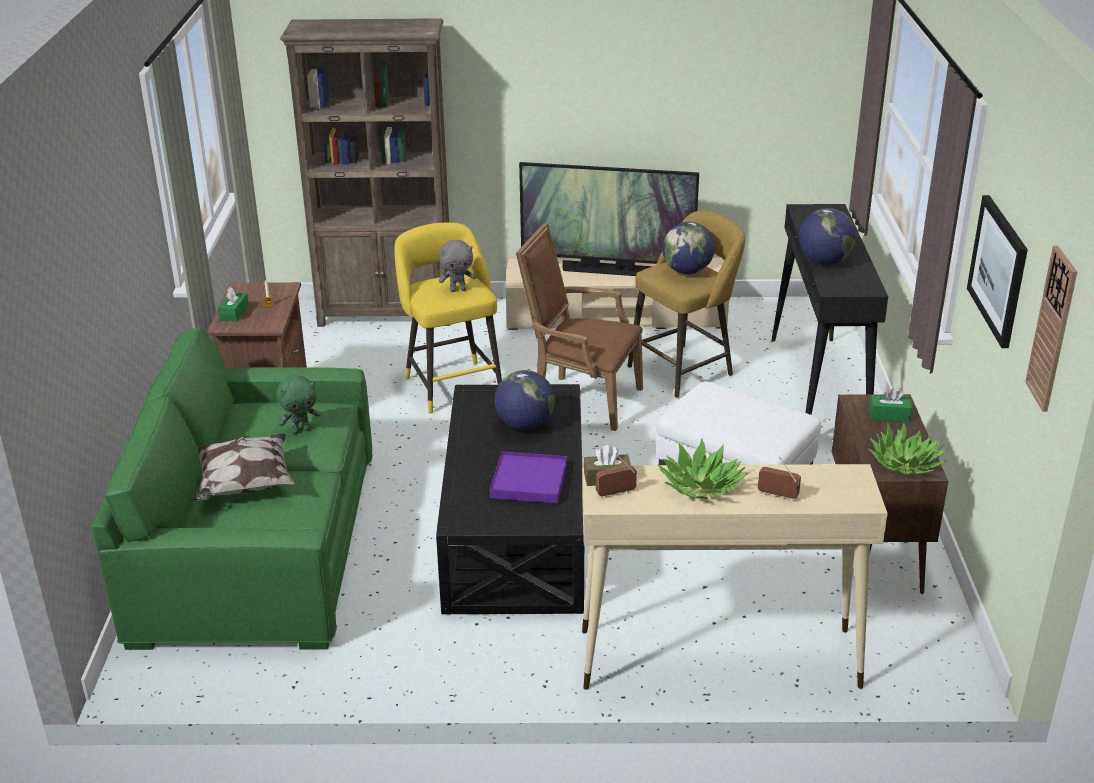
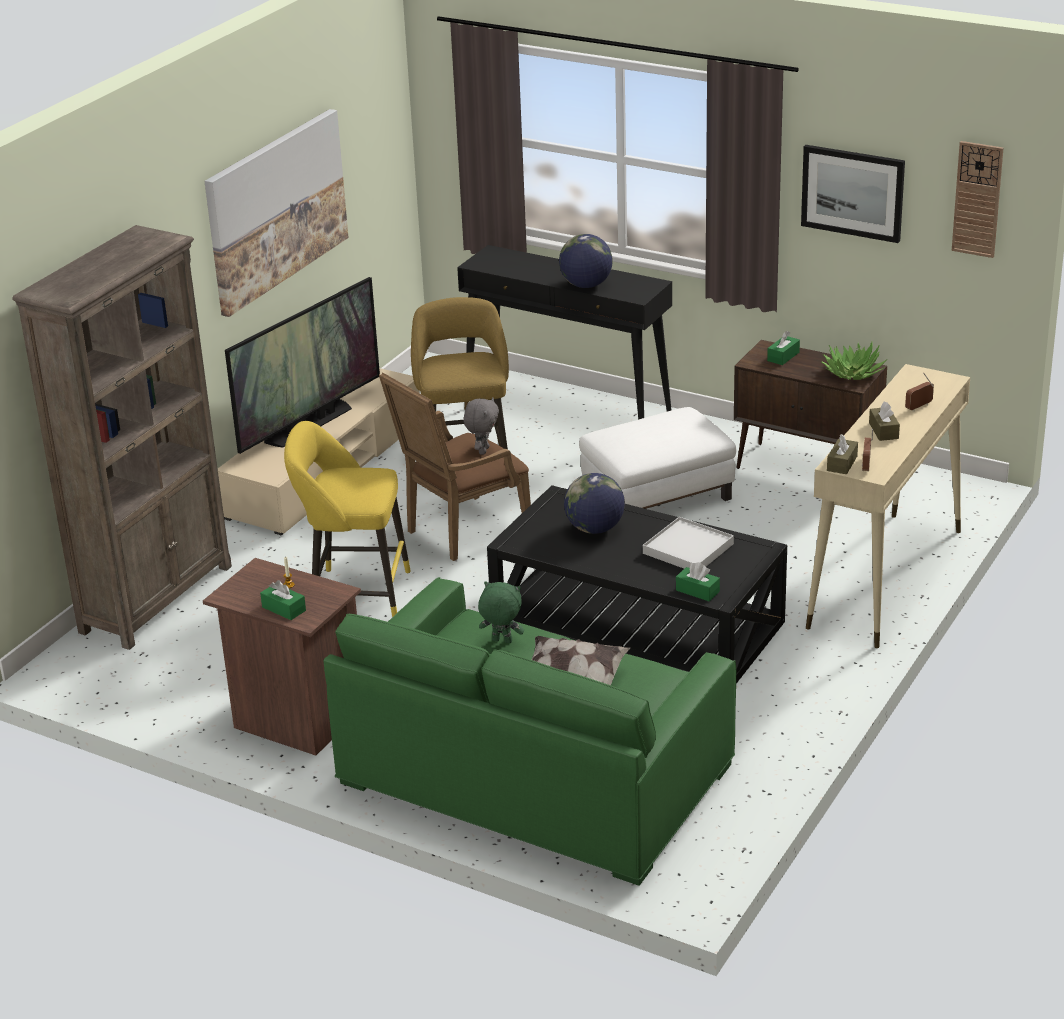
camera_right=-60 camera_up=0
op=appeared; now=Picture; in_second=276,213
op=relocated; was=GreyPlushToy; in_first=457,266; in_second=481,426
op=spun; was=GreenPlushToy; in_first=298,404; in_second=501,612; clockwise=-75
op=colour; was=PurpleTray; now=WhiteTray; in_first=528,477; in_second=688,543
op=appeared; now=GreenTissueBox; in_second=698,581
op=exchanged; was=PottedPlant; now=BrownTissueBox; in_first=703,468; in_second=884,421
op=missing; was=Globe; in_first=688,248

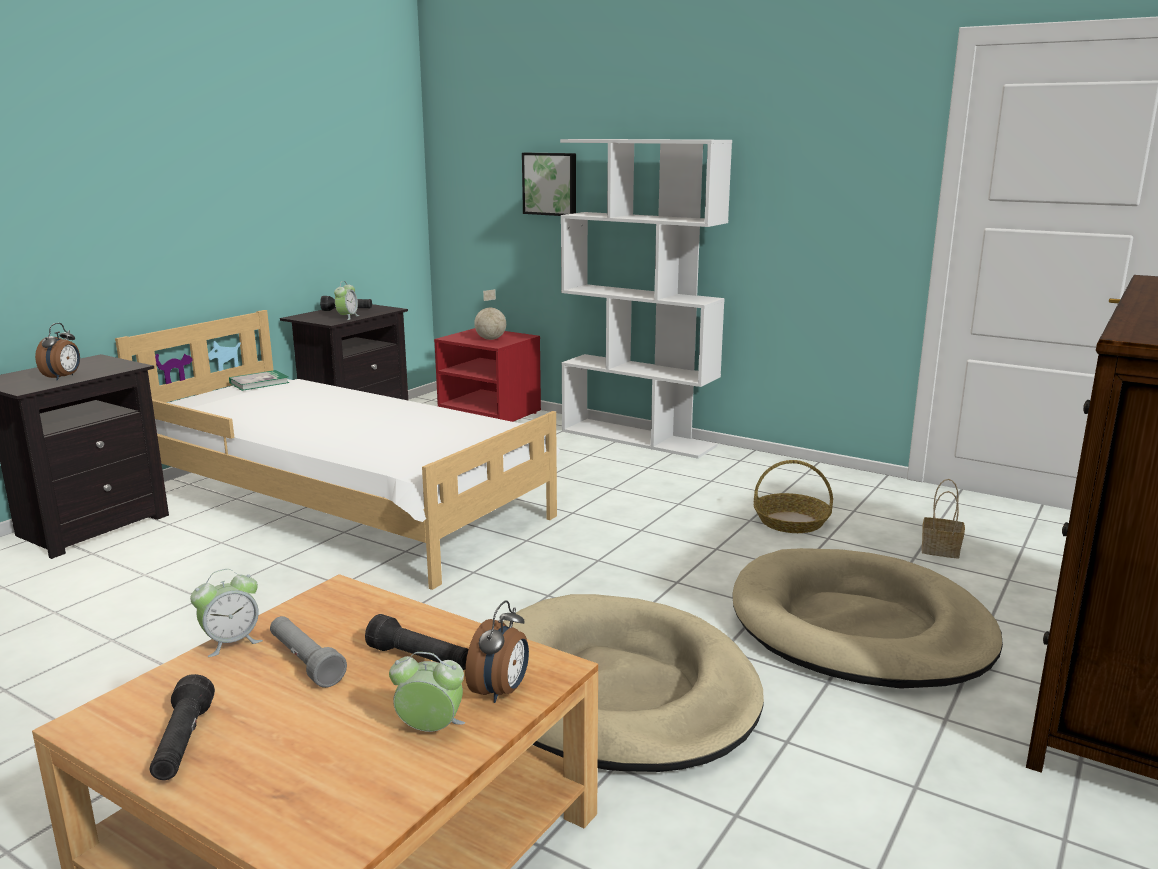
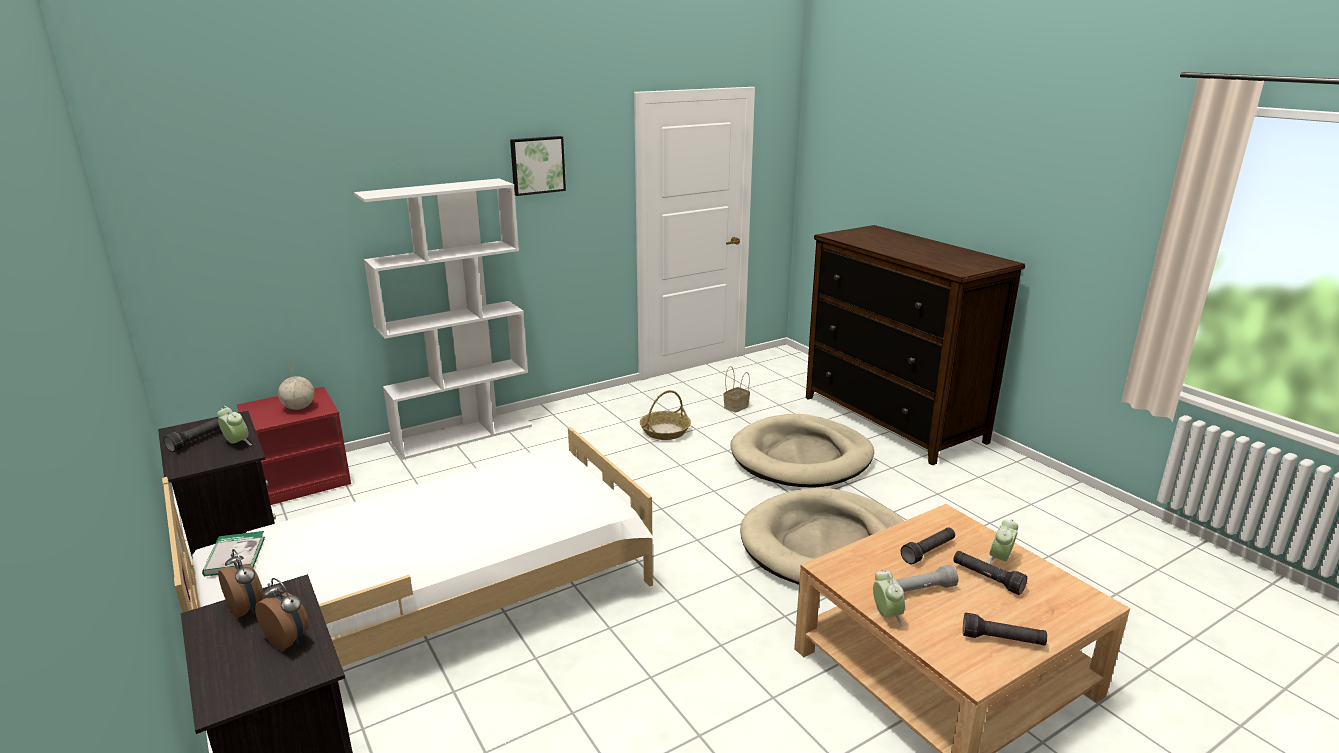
camera_right=-65 camera_up=5
op=relocated; was=AlarmClock; in_first=497,651; in_second=240,583
op=relocated; was=Picture; in_first=549,184; in_second=538,166
op=appeared; now=BlackFlashlight; in_second=990,573

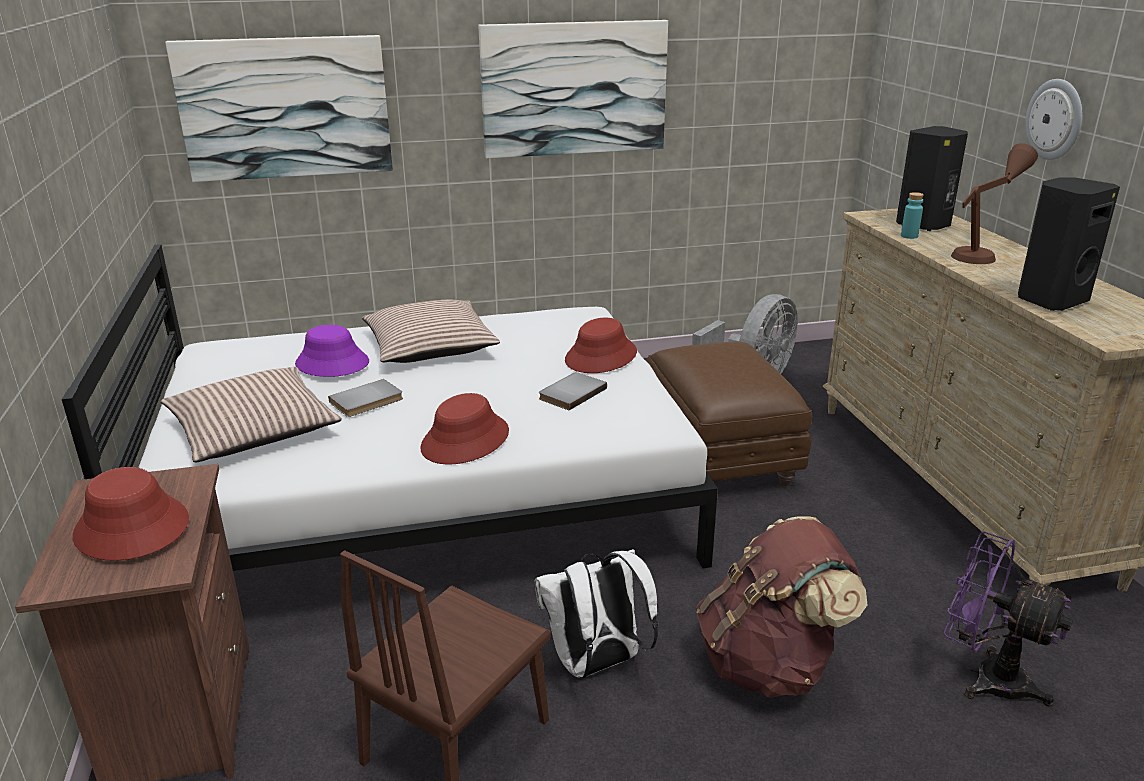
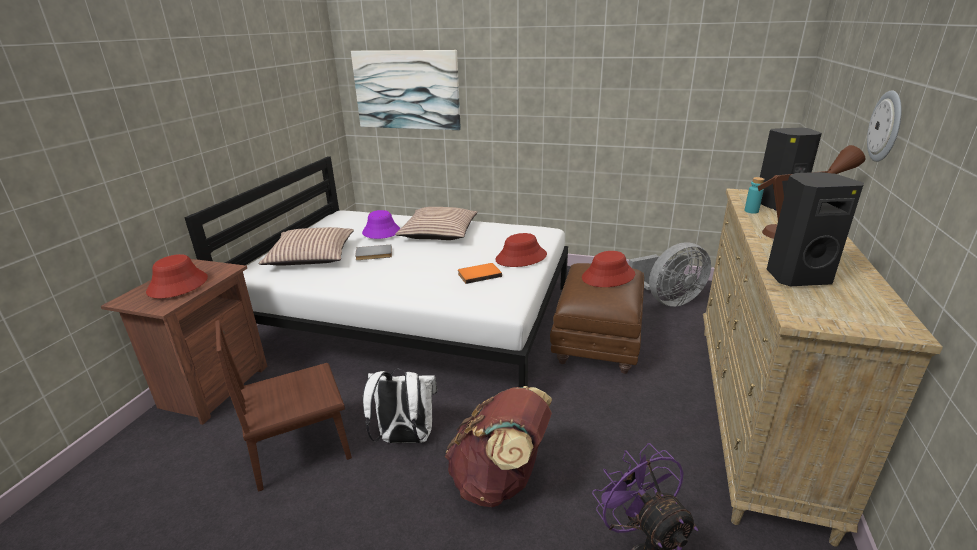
camera_right=30 camera_up=0
op=colour; was=GreyBook; now=OrangeBook; in_first=573,391; in_second=480,273
op=relocated; was=RedHat; in_first=464,429; in_second=608,269
op=missing; was=Picture; in_first=573,89

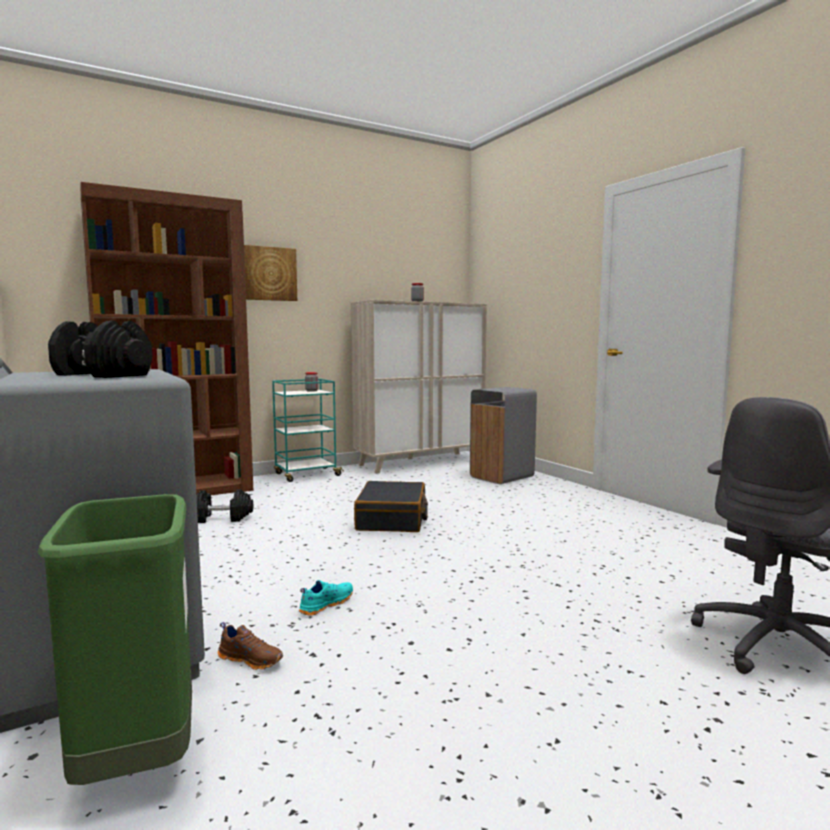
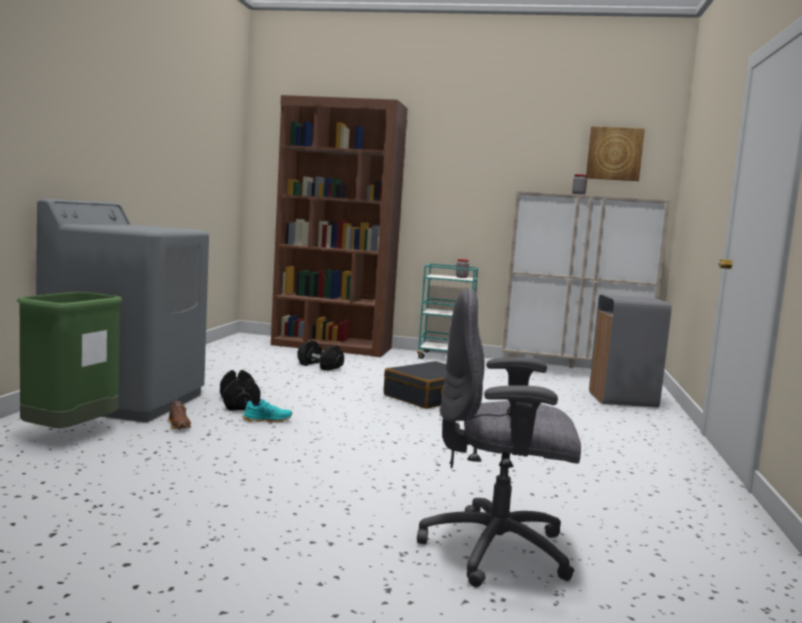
camera_right=40 camera_up=0
op=relocated; was=BlackDumbbell; in_first=100,349; in_second=240,390
op=relocated; was=Picture; in_first=270,273; in_second=615,153

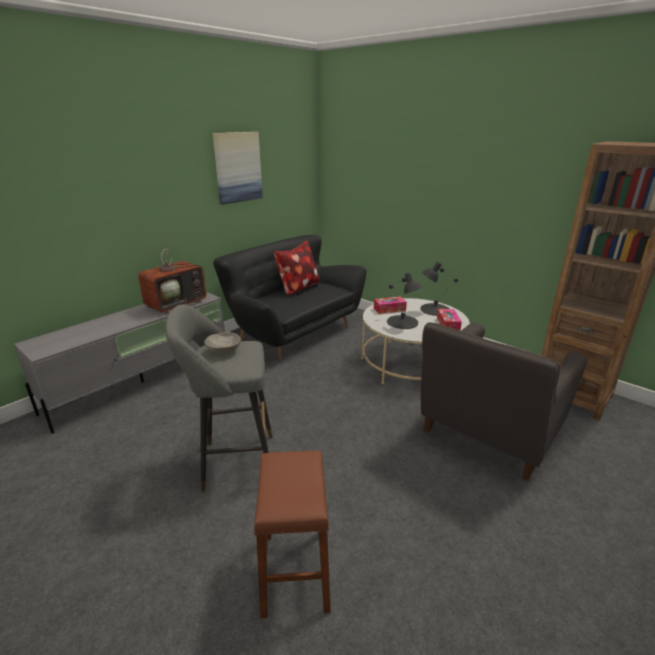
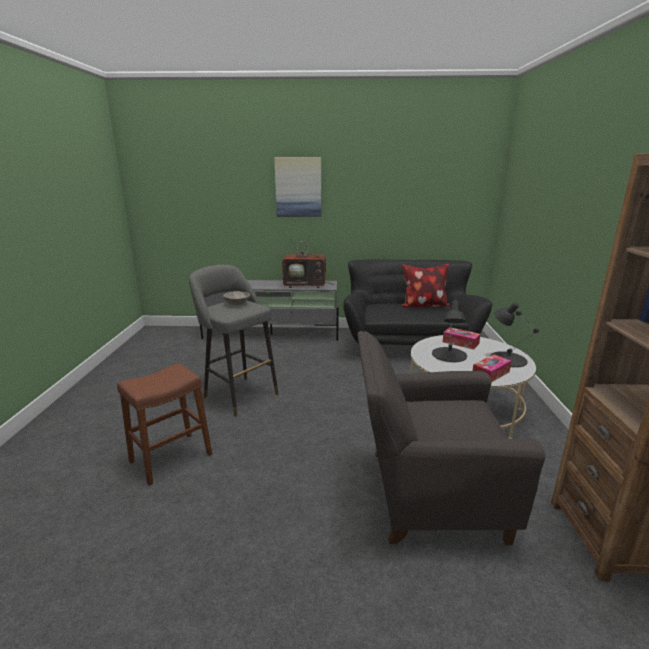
camera_right=50 camera_up=-5
op=relocated; was=Picture; in_first=238,168; in_second=297,187

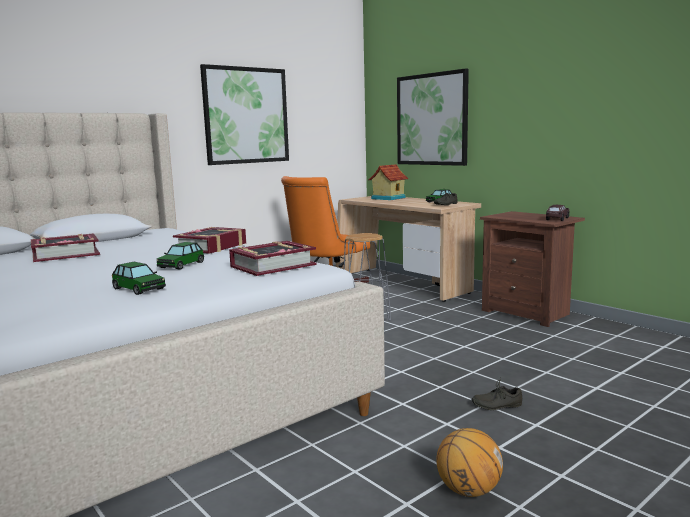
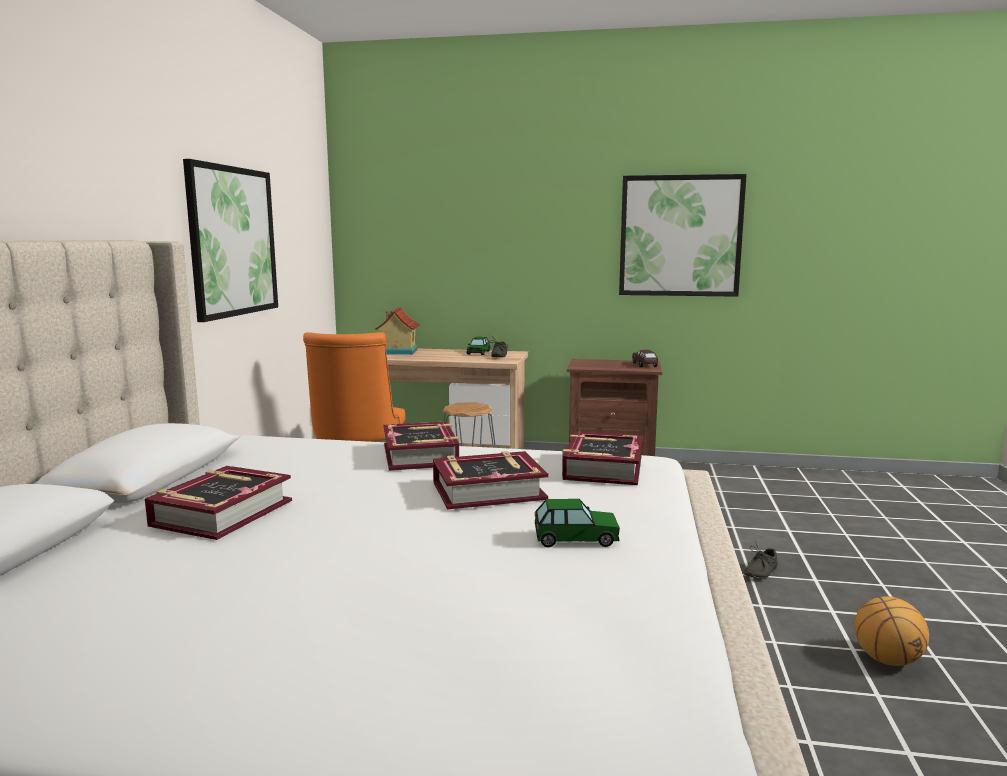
camera_right=-40 camera_up=0
op=exchanged; was=ToyCar; now=Book; in_first=180,256; in_second=491,480
op=relocated; was=Picture; in_first=433,117; in_second=683,235

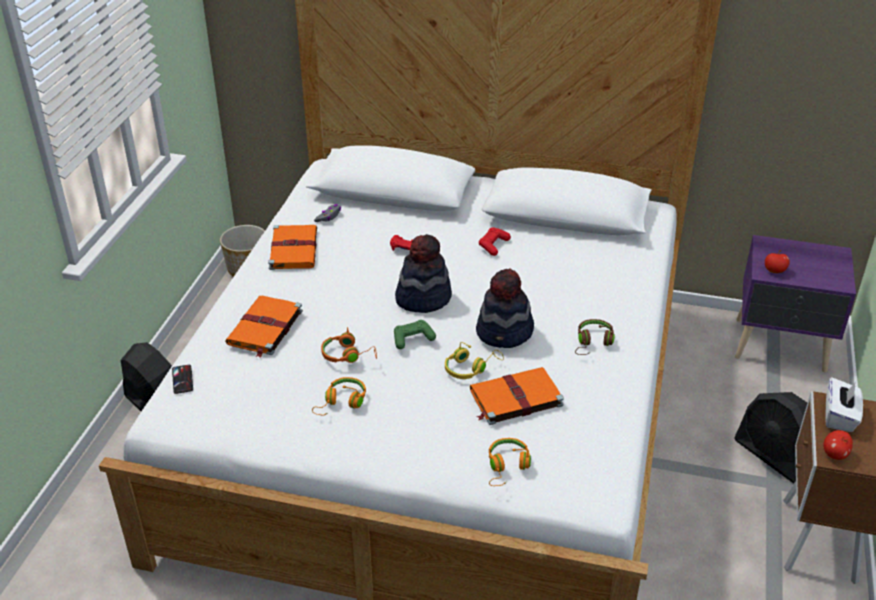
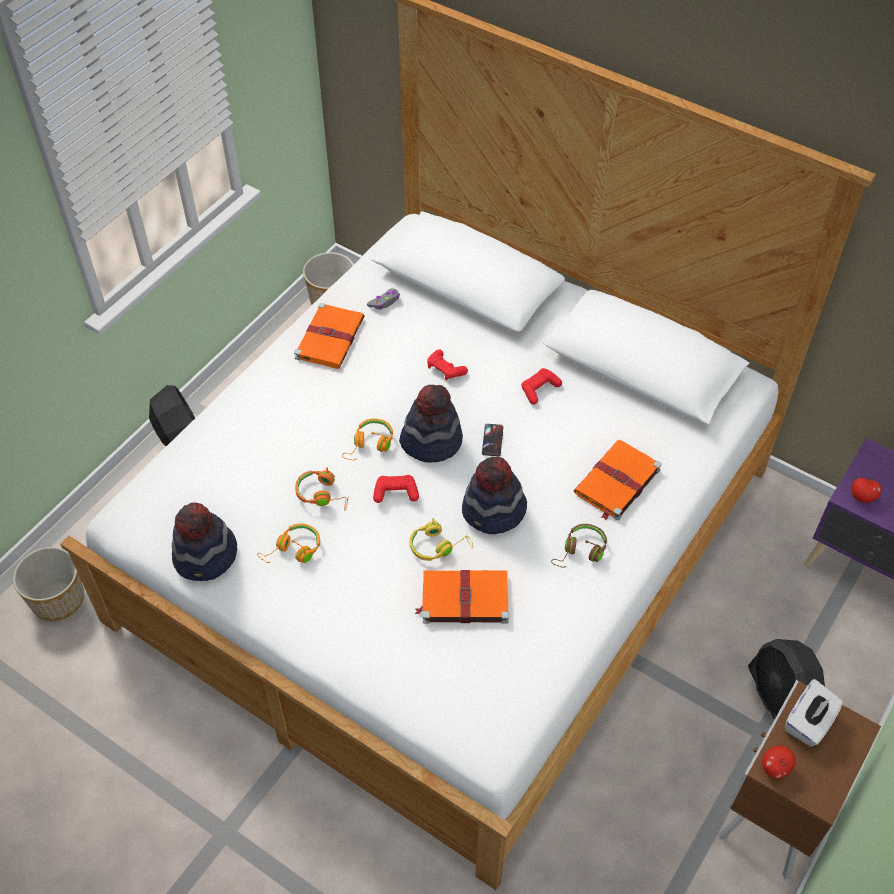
camera_right=20 camera_up=15
op=appeared; now=Planter; in_second=48,584
op=appeared; now=Hat; in_second=204,541
op=relocated; was=OrangeHeadphones; in_first=510,462; in_second=367,439
op=colour; was=GreenGameController; now=RedGameController; in_first=415,334; in_second=396,489
op=relocated; was=Phone; in_first=182,379; in_second=492,440
op=relocated; was=OrangeBook; in_first=264,327; in_second=618,480

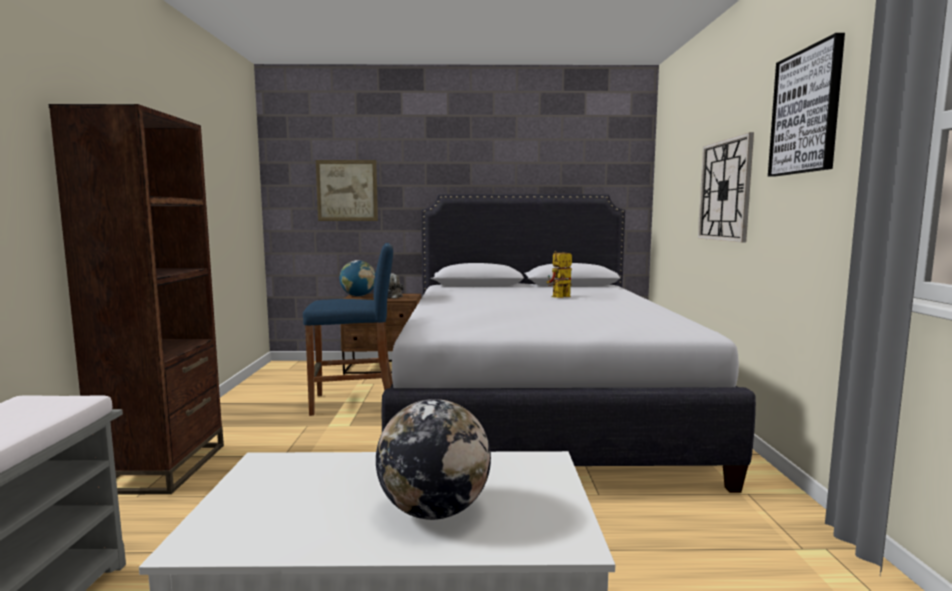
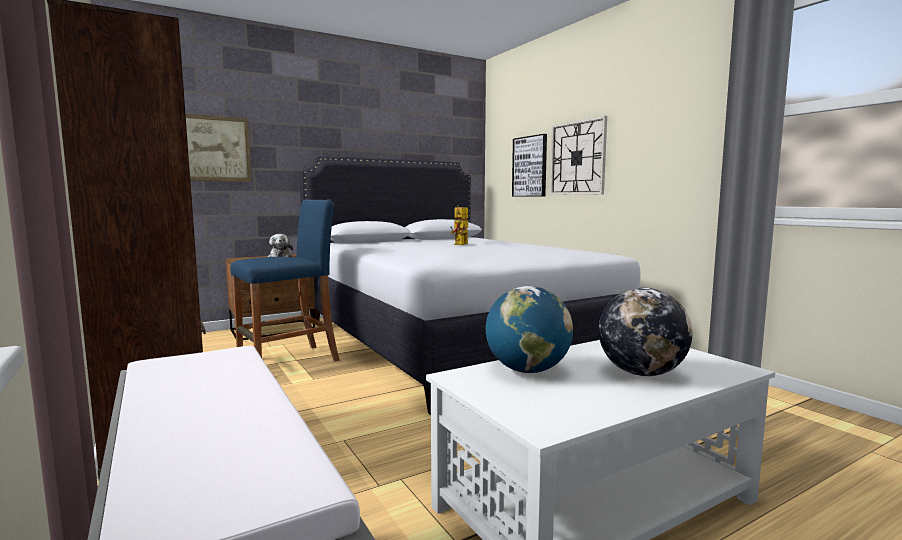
camera_right=-30 camera_up=0
op=relocated; was=Globe; in_first=357,278; in_second=529,329
op=relocated; was=Picture; in_first=806,105; in_second=529,165

